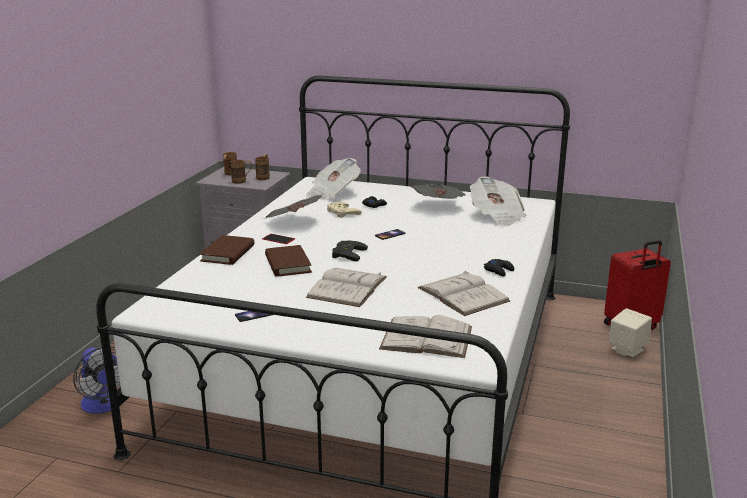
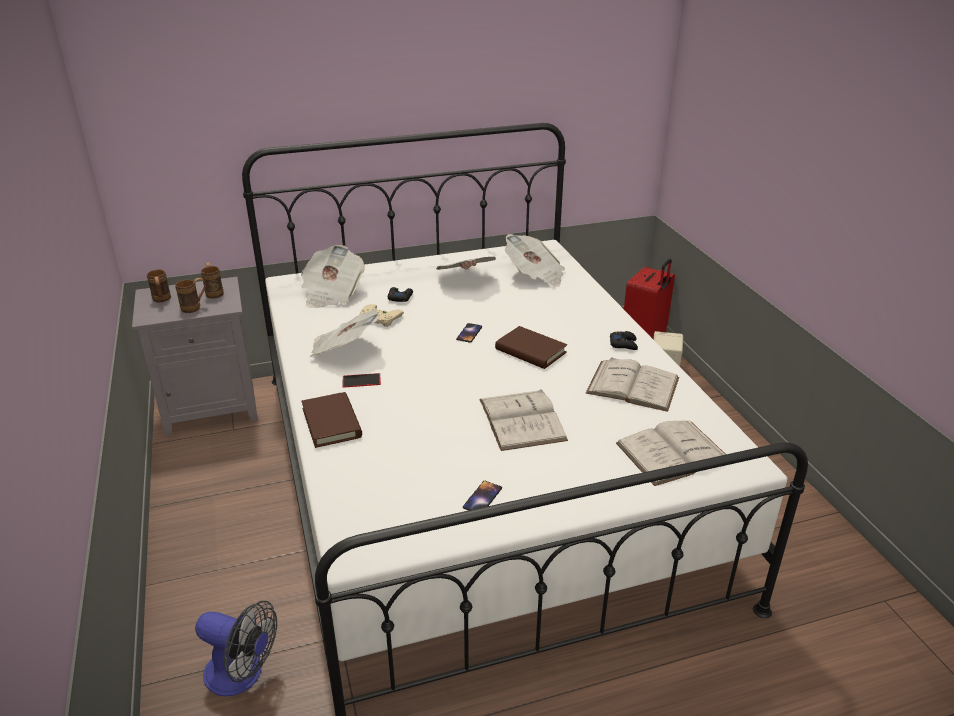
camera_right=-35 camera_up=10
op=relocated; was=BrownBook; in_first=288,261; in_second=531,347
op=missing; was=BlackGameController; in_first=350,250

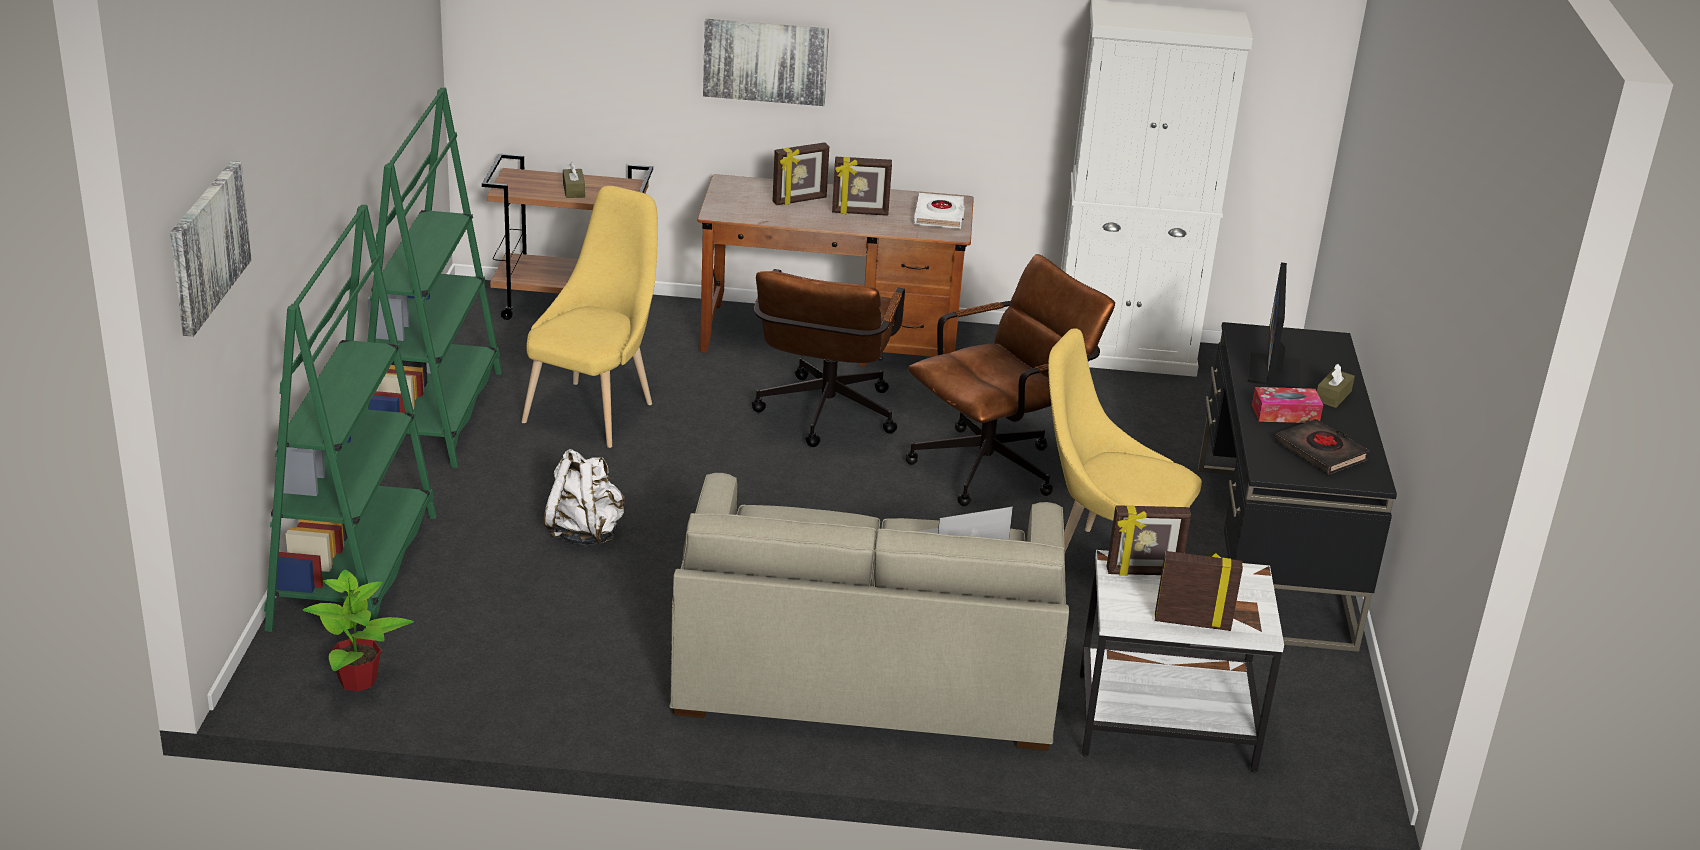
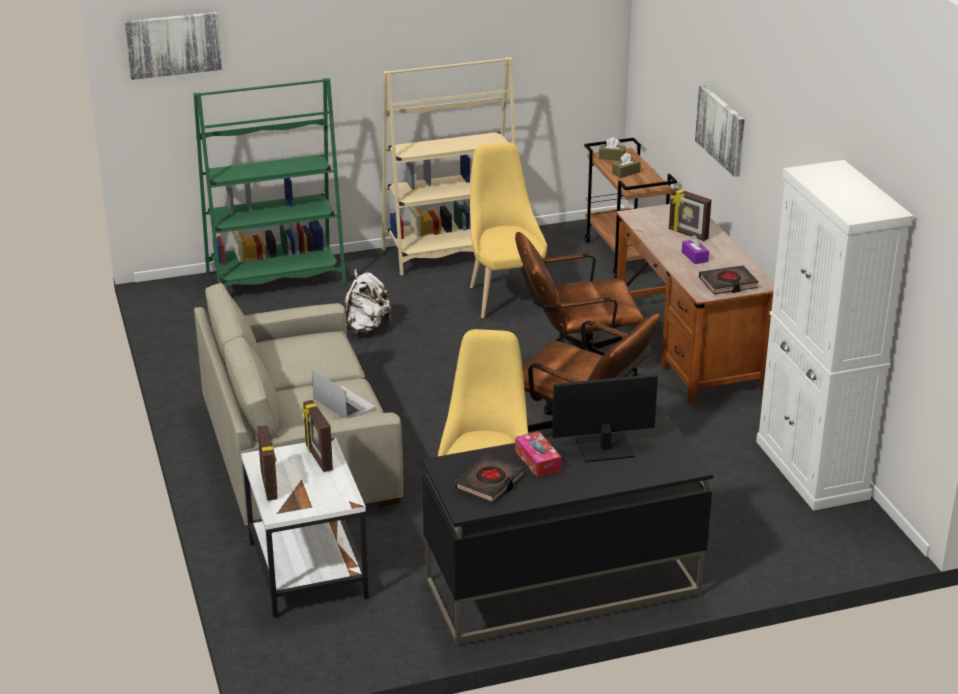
camera_right=70 camera_up=0
op=colour; was=GreenBookcase; now=BeigeBookcase; in_first=434,278; in_second=448,166
op=spun; was=YellowChair; in_first=589,317; in_second=508,230; clockwise=-105
op=relocated; was=BrownTissueBox; in_first=1336,386; in_second=612,149
op=exchanged; was=PictureFrame; now=PurpleTissueBox; in_first=862,186; in_second=695,249
op=colour; was=WhiteBook; now=BlackBook; in_first=939,211; in_second=729,279
op=missing; was=PottedPlant; in_first=358,631

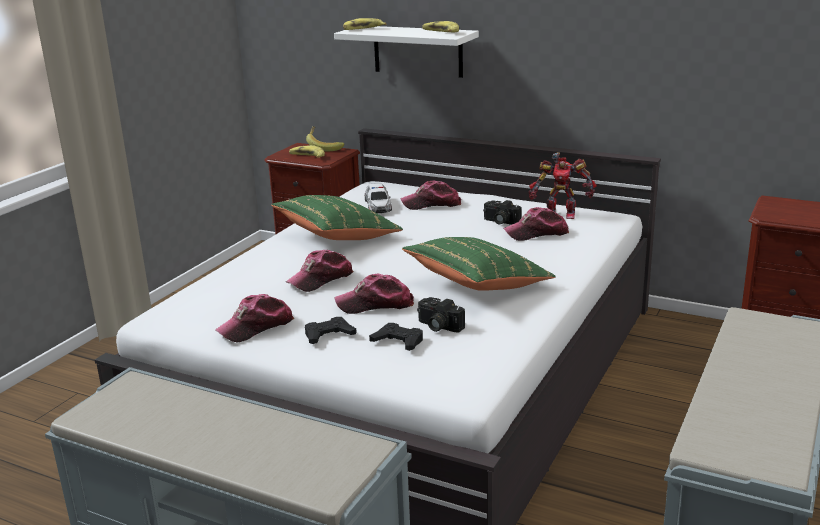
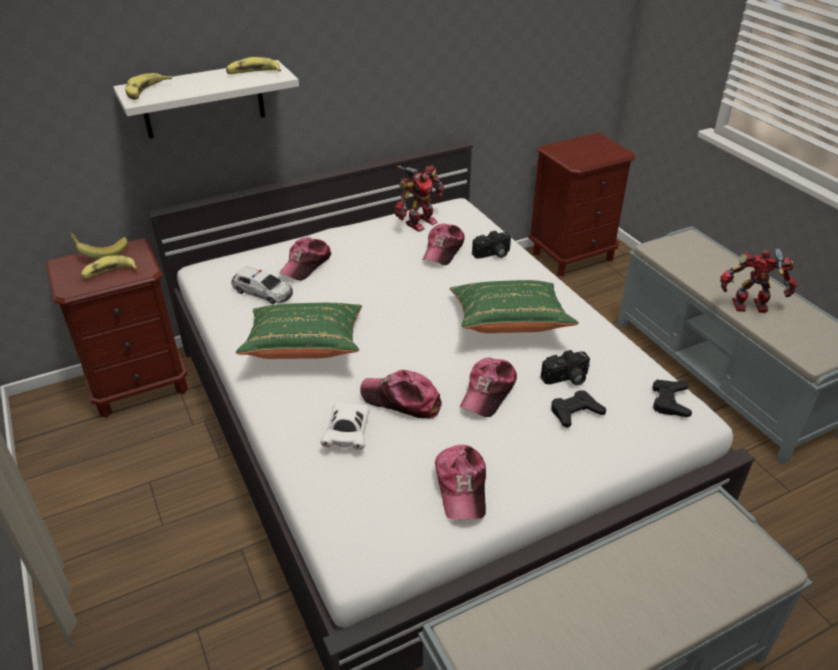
camera_right=-55 camera_up=15
op=appeared; now=WhiteToyCar; in_second=345,426
op=spun; was=Cap; in_first=320,271; in_second=401,394; clockwise=120
op=relocated; was=PhotoCamera; in_first=502,212; in_second=491,245
op=relocated; was=BlackGameController; in_first=330,330; in_second=672,398
op=appeared; now=ToyRobot; in_second=758,280

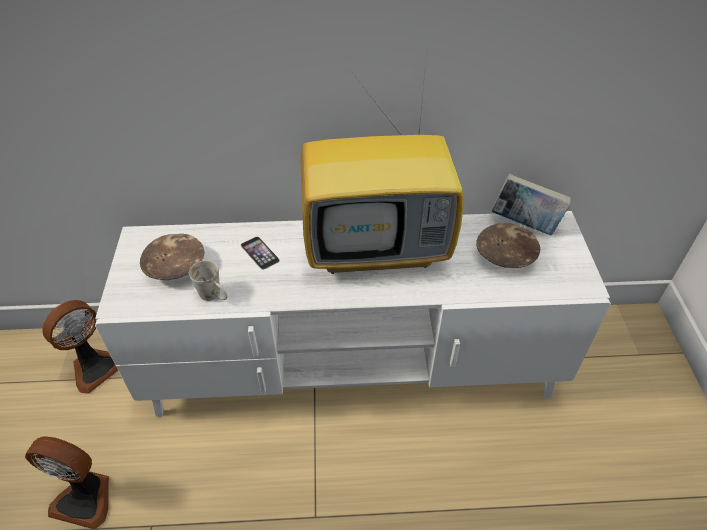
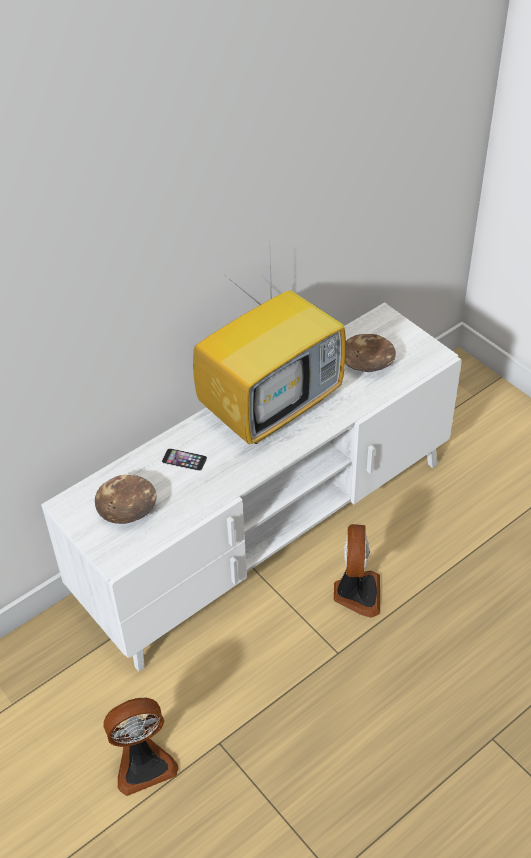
camera_right=-35 camera_up=0
op=relocated; was=Fan; in_first=80,347; in_second=357,570
op=missing; was=WhiteMug; in_first=208,280
op=missing; was=Book; in_first=531,204

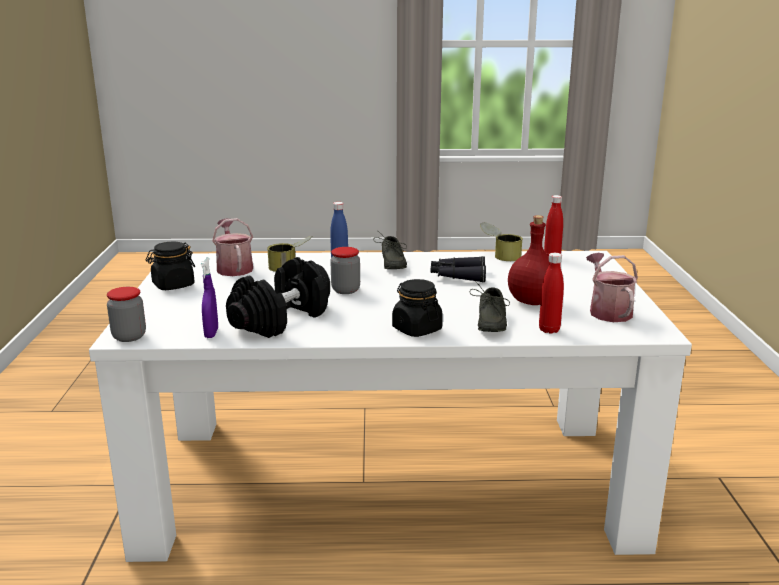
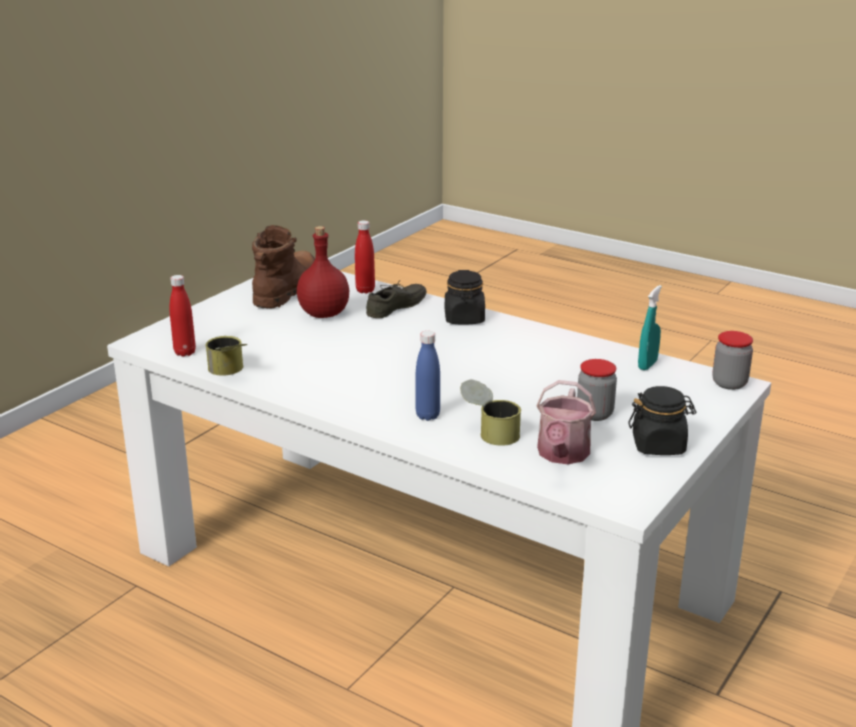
camera_right=-145 camera_up=5
op=exchanged; was=WateringCan; now=BrownBoot; in_first=612,287; in_second=283,267
op=relocated; was=Jar; in_first=345,270; in_second=597,390
op=colour; was=PurpleSprayBottle; now=TurquoiseSprayBottle; in_first=209,297; in_second=650,327
op=missing; was=BlackDumbbell; in_first=278,297
op=missing; was=GreyShoe; in_first=390,250
op=missing; was=BlackBinoculars; in_first=458,269

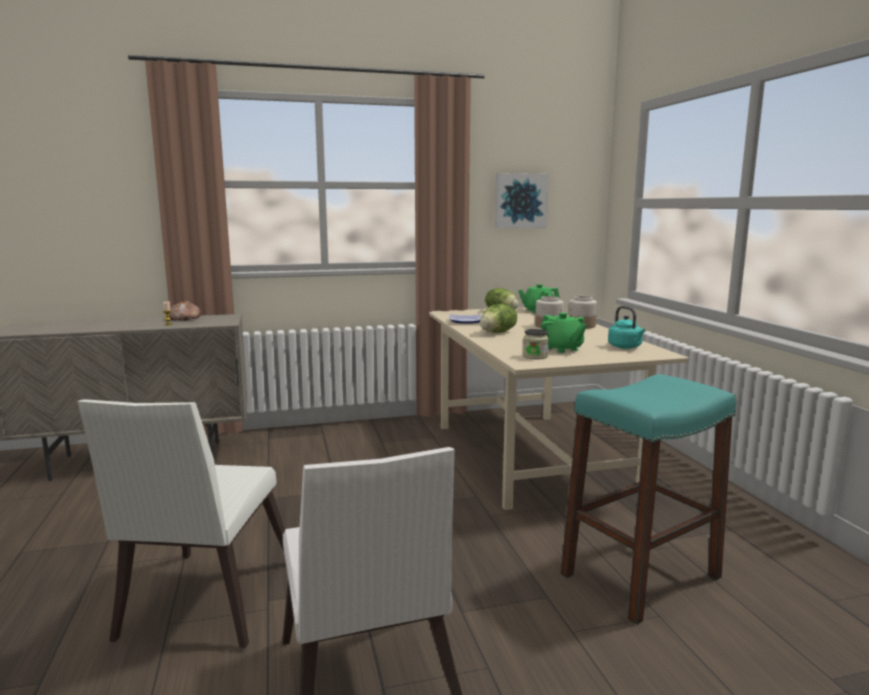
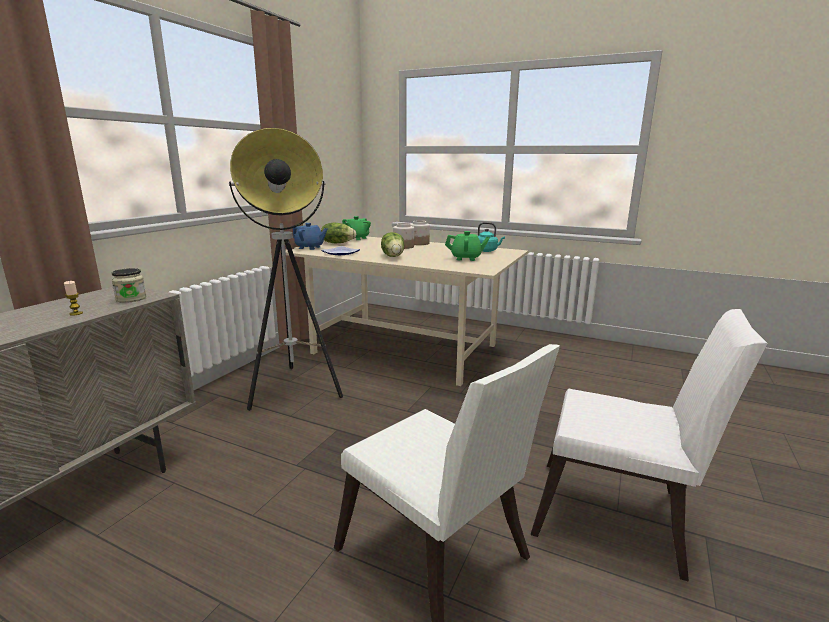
camera_right=-50 camera_up=5
op=relocated; was=Jar; in_first=536,344; in_second=129,285
op=appeared; now=FloorLamp; in_second=286,269
op=appeared; now=BlueTeapot; in_second=310,236
op=missing; was=Bread; in_first=185,311
op=missing; was=Picture; in_first=521,200
op=missing; was=TurquoiseStool; in_first=648,499

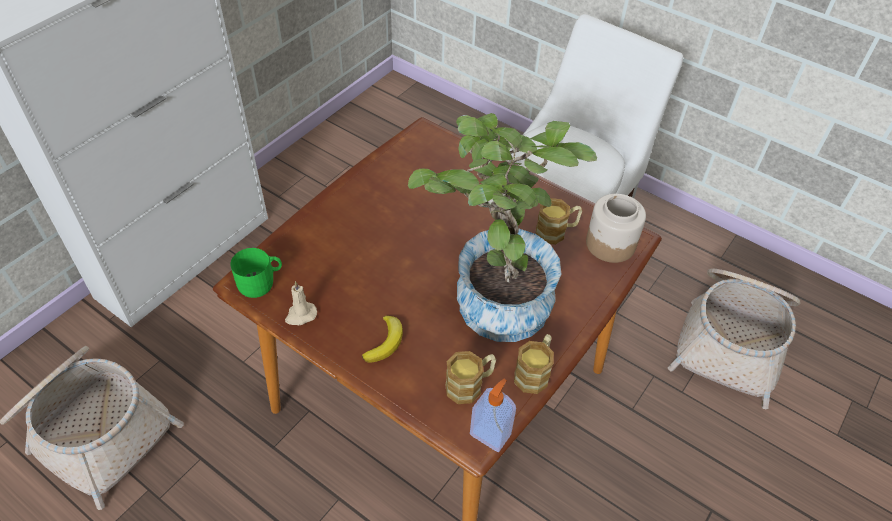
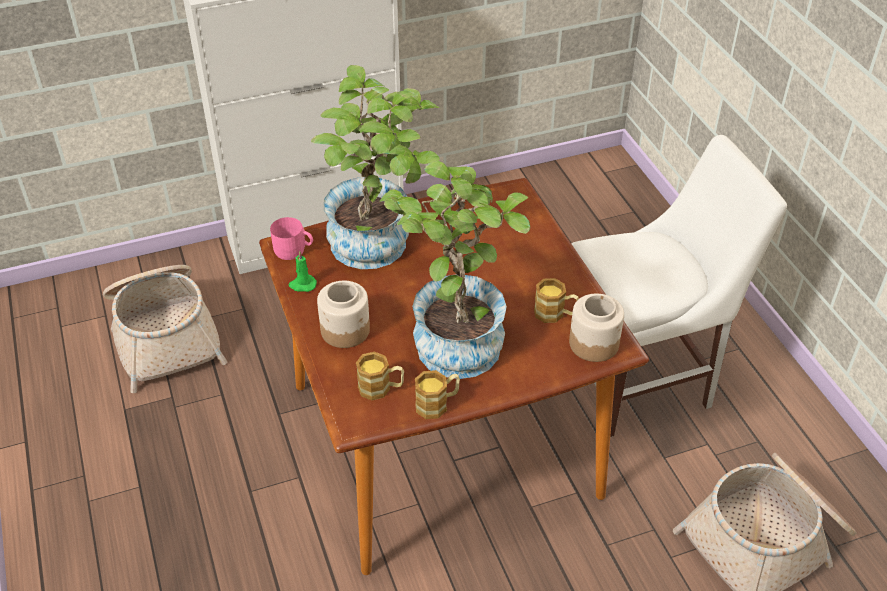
camera_right=35 camera_up=-5
op=colour; was=GreenMug; now=PinkMug; in_first=256,273; in_second=291,238
op=colour; was=BeigeCandle; now=GreenCandle; in_first=301,303; in_second=302,271
op=appeared; now=PottedPlant; in_second=375,167
op=exchanged; was=Banana; now=Jar; in_first=382,339; in_second=343,314
op=missing; was=SoapDispenser; in_first=493,415

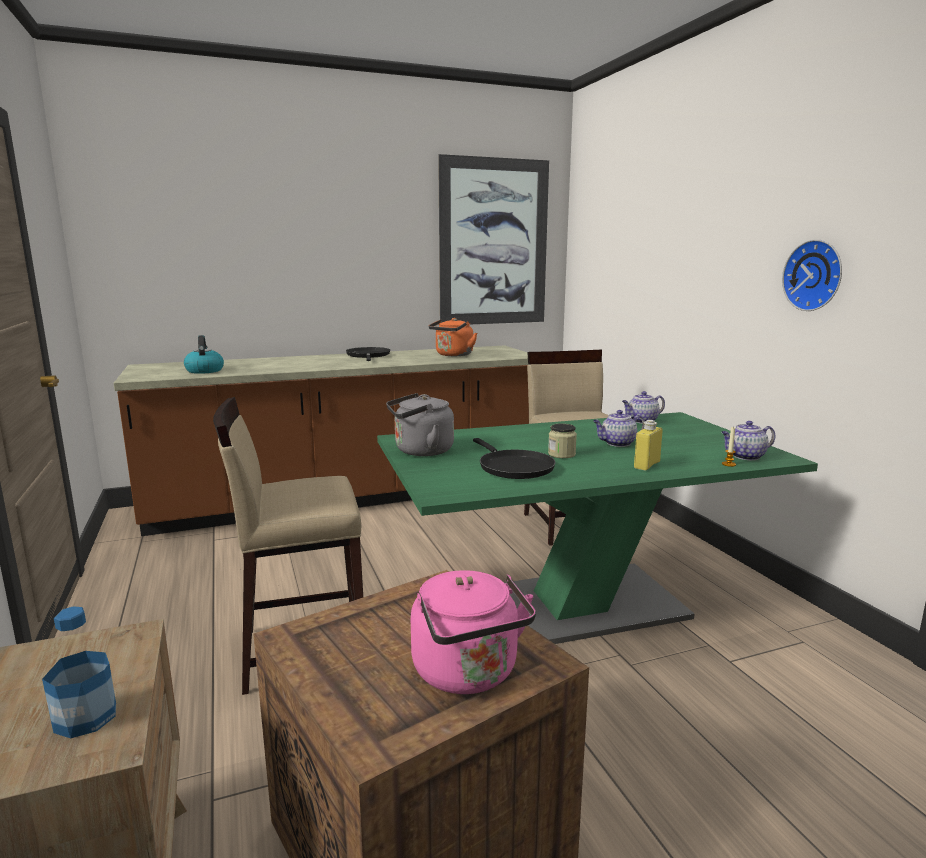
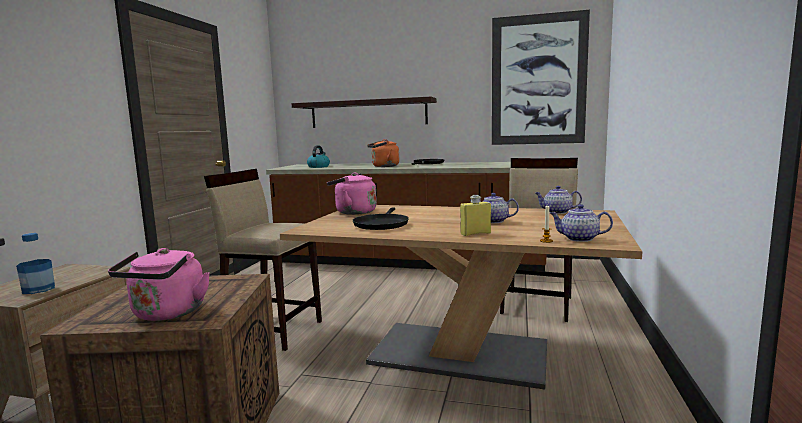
camera_right=35 camera_up=-5
op=colour; was=GreenDiningTable; now=BrownDiningTable; in_first=597,528; in_second=461,297
op=appeared; now=Shelf; in_second=364,112
op=colour; was=GreyKettle; now=PinkKettle; in_first=420,424; in_second=352,193
op=relocated; was=OrangeKettle; in_first=453,337; in_second=383,153
op=missing; was=Jar; in_first=562,441
op=missing; was=WallClock; in_first=812,275

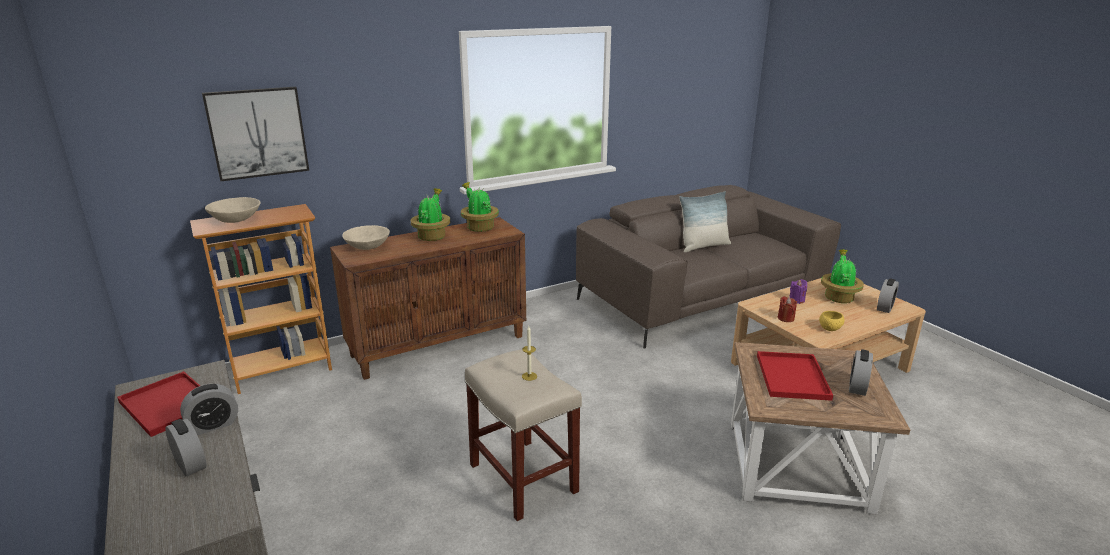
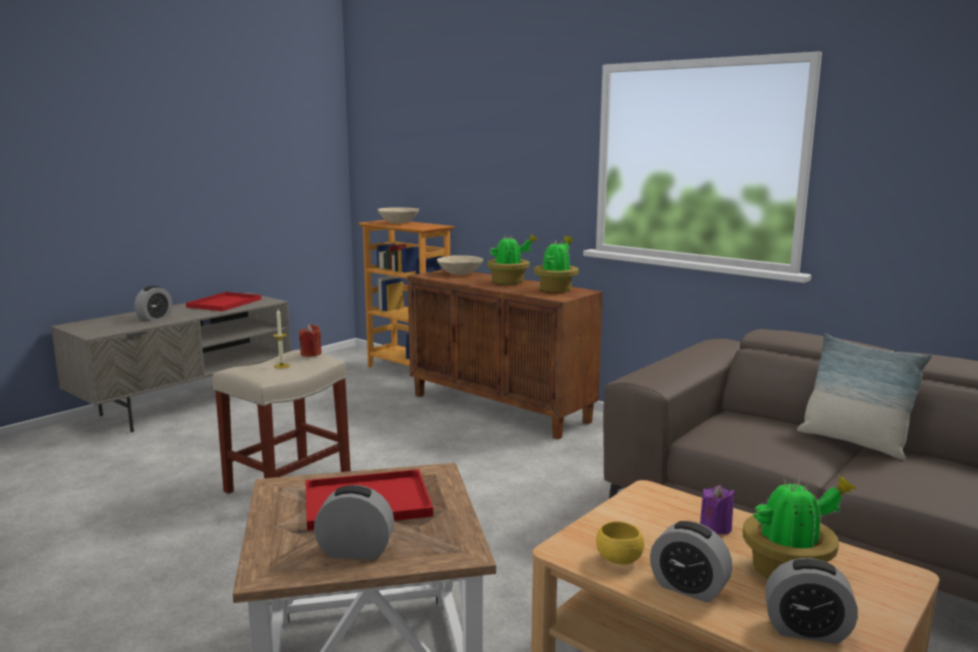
camera_right=70 camera_up=-10
op=relocated; was=RedCandle; in_first=787,309; in_second=310,341
op=relocated; was=AlarmClock; in_first=209,409; in_second=691,561
op=missing; was=Picture; in_first=255,134

